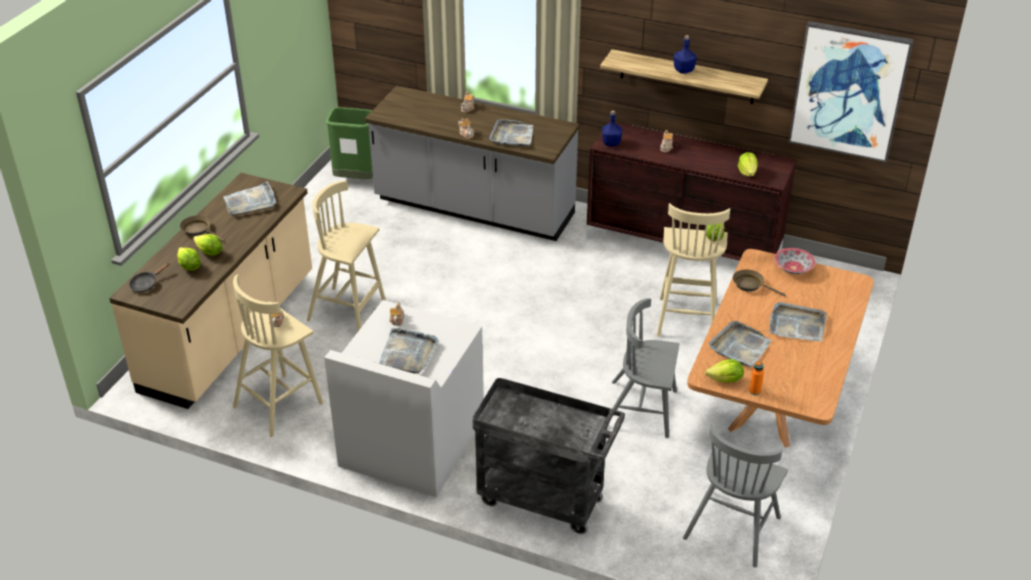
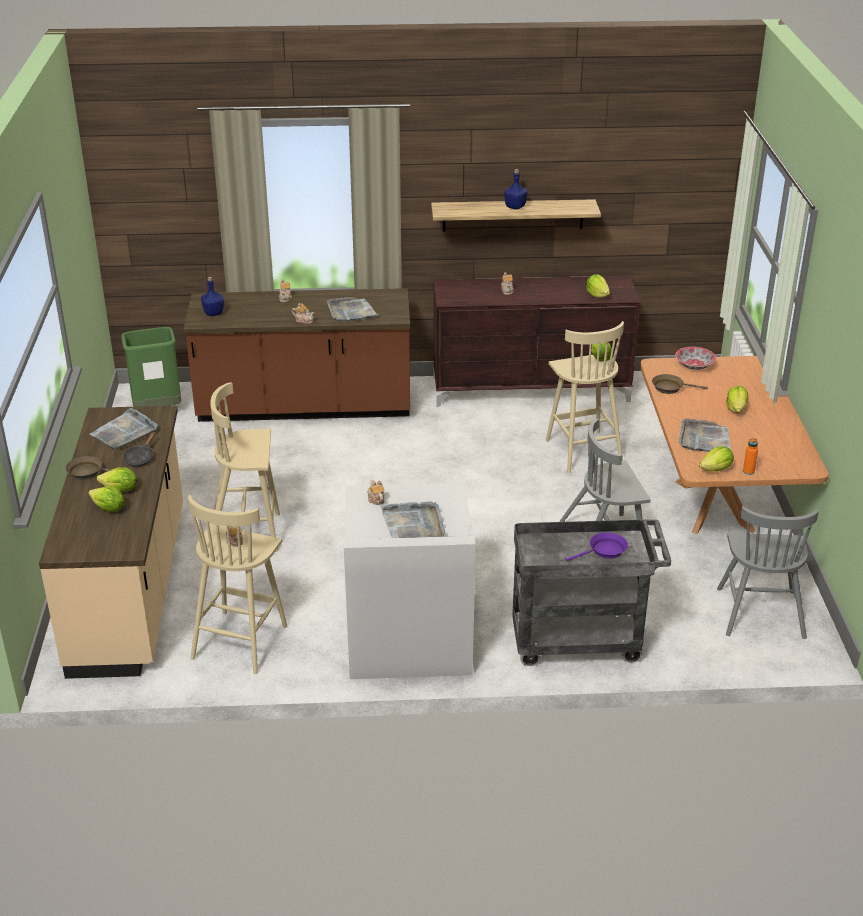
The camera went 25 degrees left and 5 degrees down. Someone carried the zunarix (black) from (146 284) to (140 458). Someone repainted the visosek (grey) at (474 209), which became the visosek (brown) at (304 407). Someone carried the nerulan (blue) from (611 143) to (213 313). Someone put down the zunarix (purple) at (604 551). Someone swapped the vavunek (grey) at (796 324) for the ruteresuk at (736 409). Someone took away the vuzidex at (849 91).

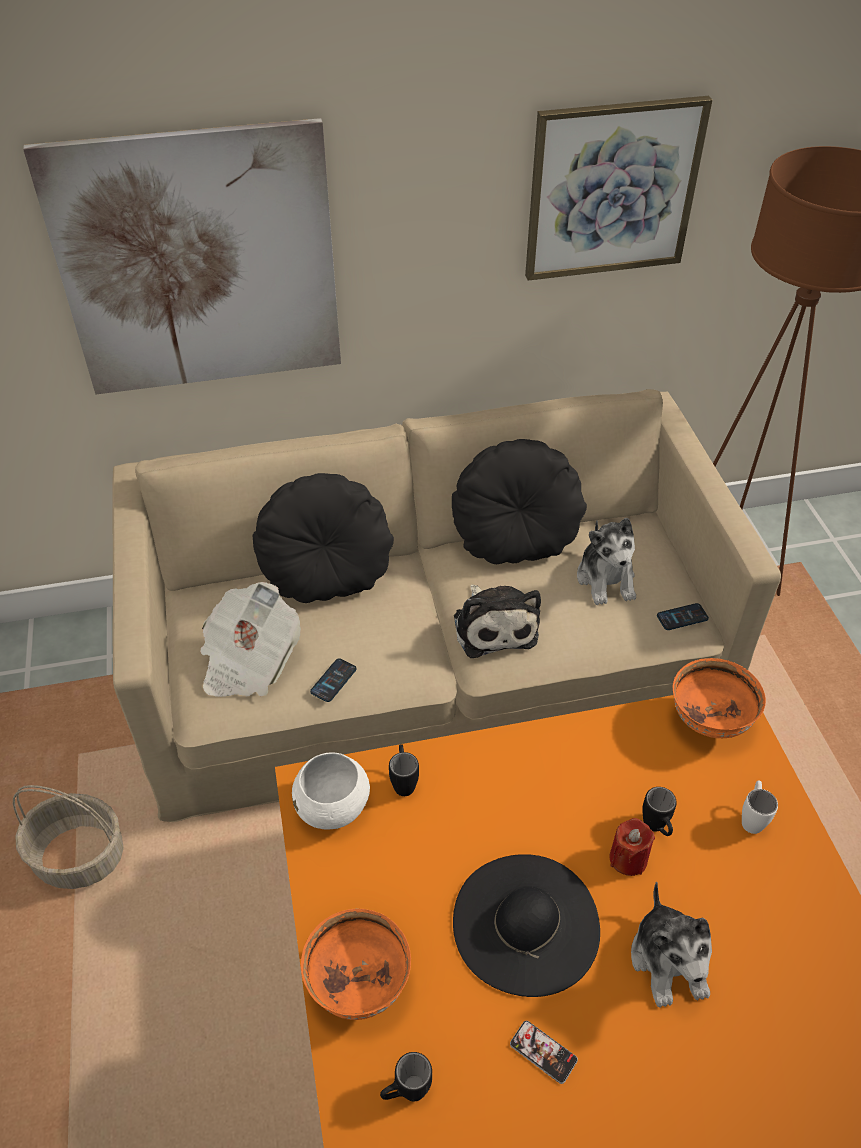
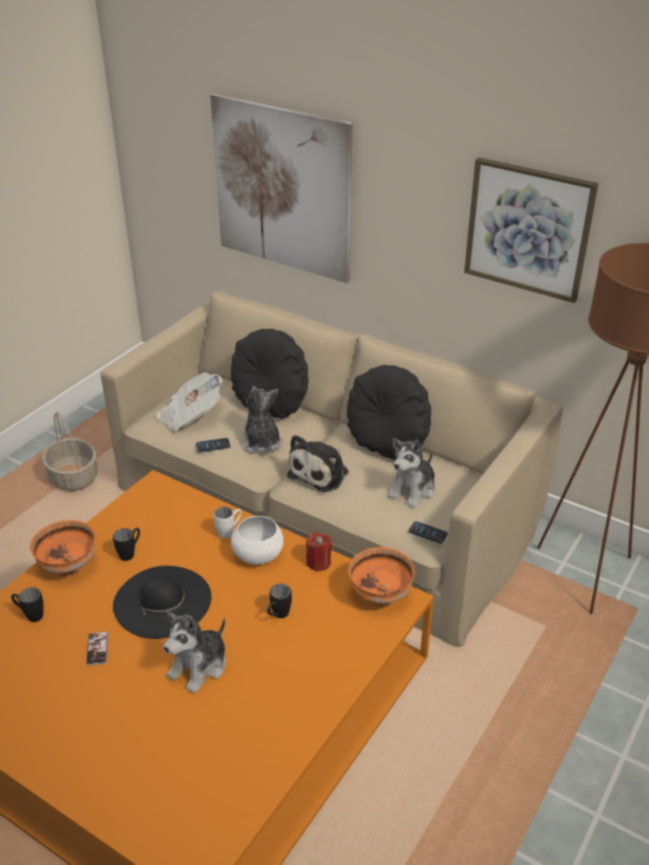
The camera went 45 degrees right and 10 degrees down. Someone carried the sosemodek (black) from (403 781) to (130 553). Someone carried the sosemodek (white) from (751 817) to (229 532). Someone carried the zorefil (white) from (333 807) to (258 555). Someone put down the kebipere at (261 442). Someone carried the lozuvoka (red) from (628 858) to (318 562).

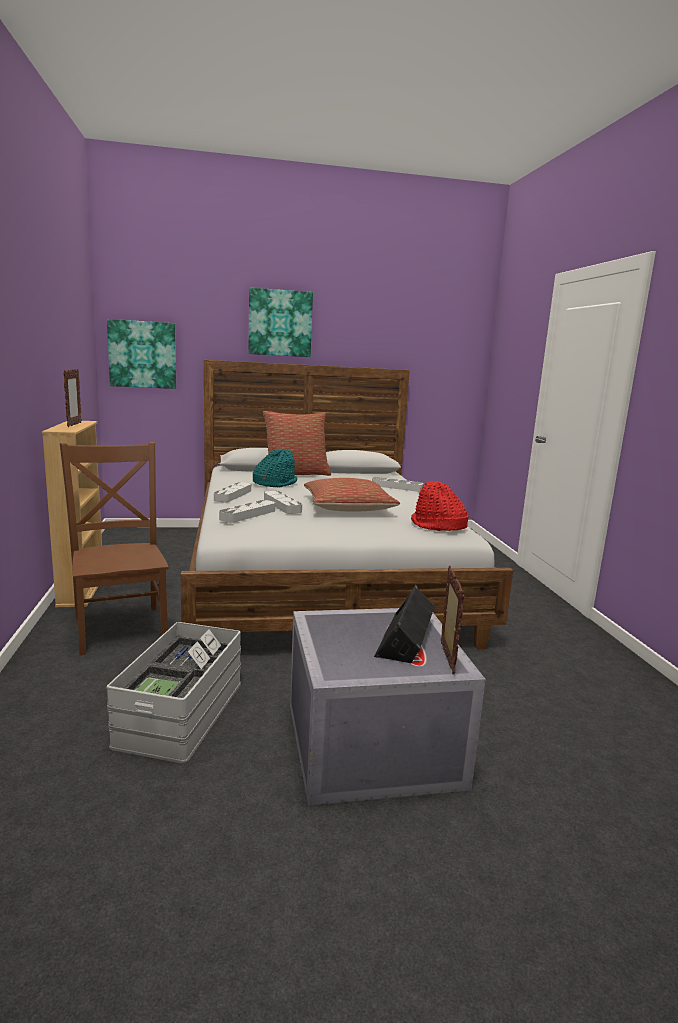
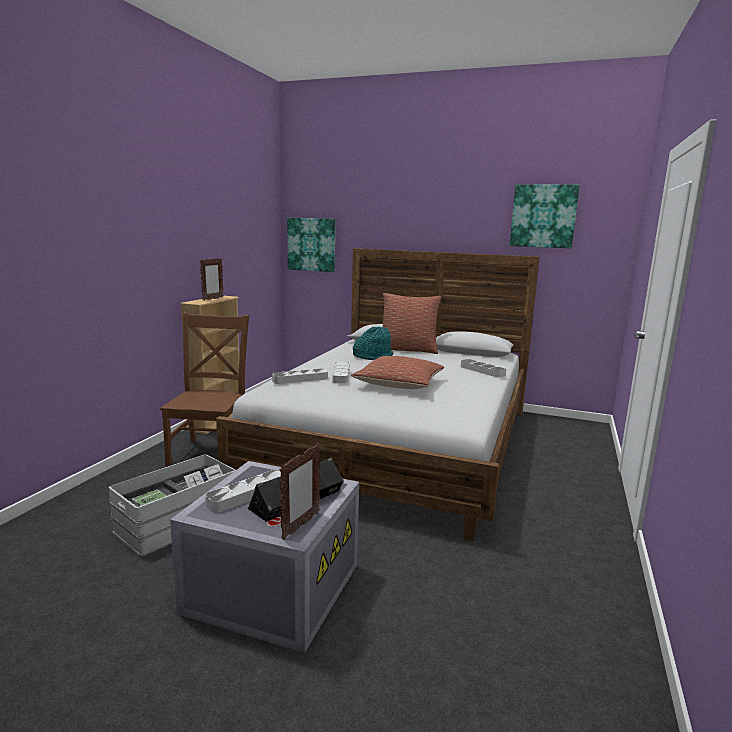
The camera went 30 degrees right and 0 degrees up. Someone carried the vavunek (grey) from (233 495) to (247 495). Someone carried the vuzidex from (280 323) to (543 216). Someone took away the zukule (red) at (437 526).

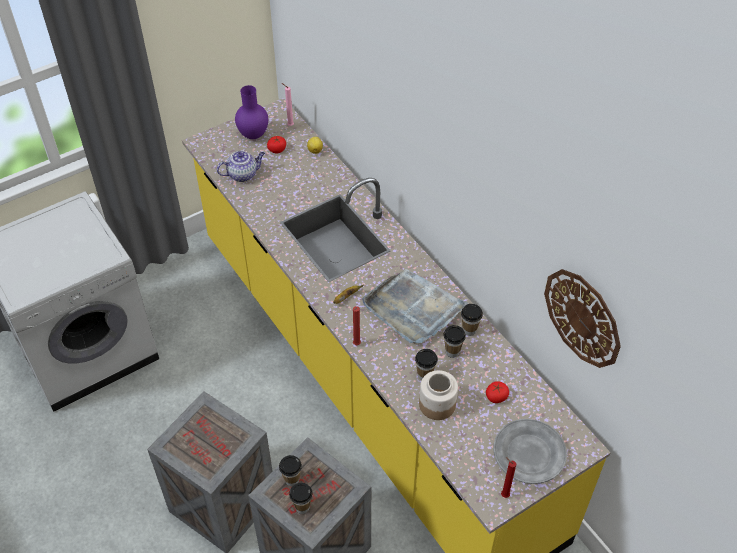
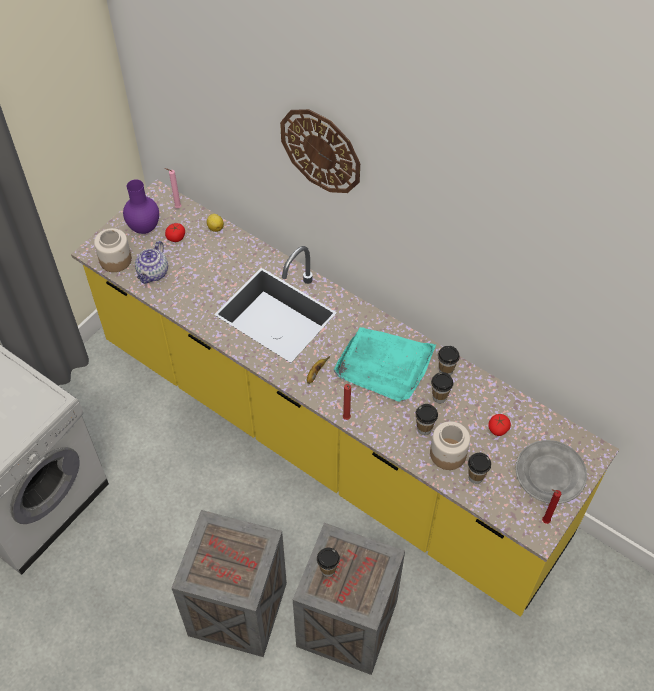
The camera went 20 degrees left and 5 degrees up. Someone put down the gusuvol at (115 259). Someone rotated the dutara at (243 174) by 150 degrees clockwise. Someone carried the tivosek from (582 317) to (321 150). Someone repainted the vavunek (grey) at (413 309), which became the vavunek (turquoise) at (384 365). Someone carried the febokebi from (302 507) to (475 477).

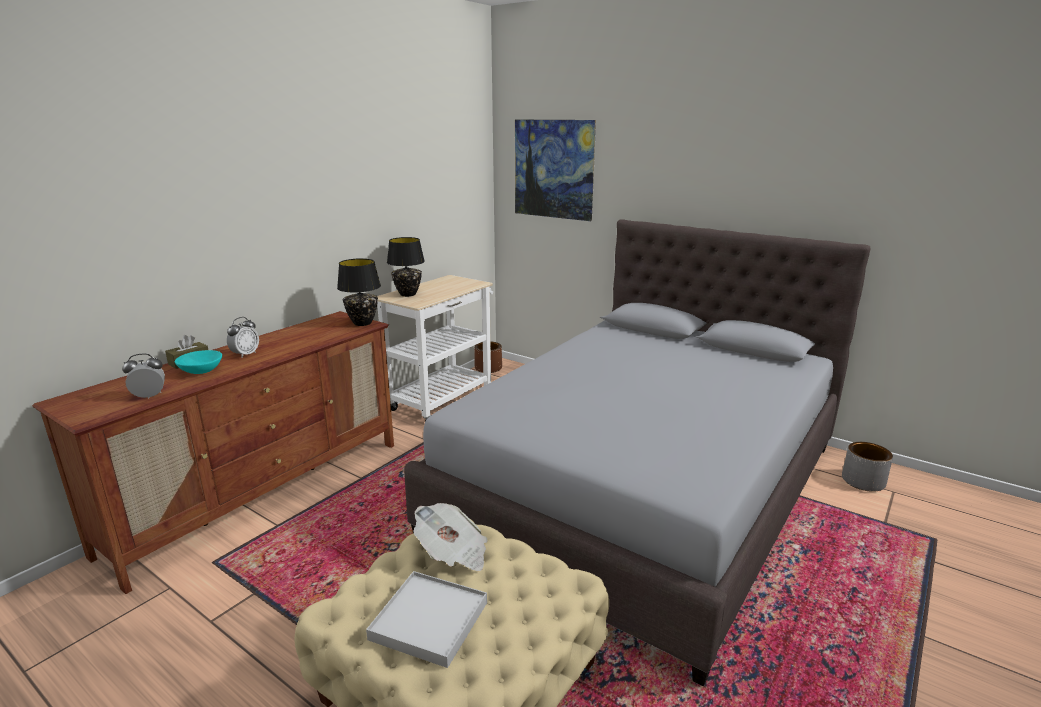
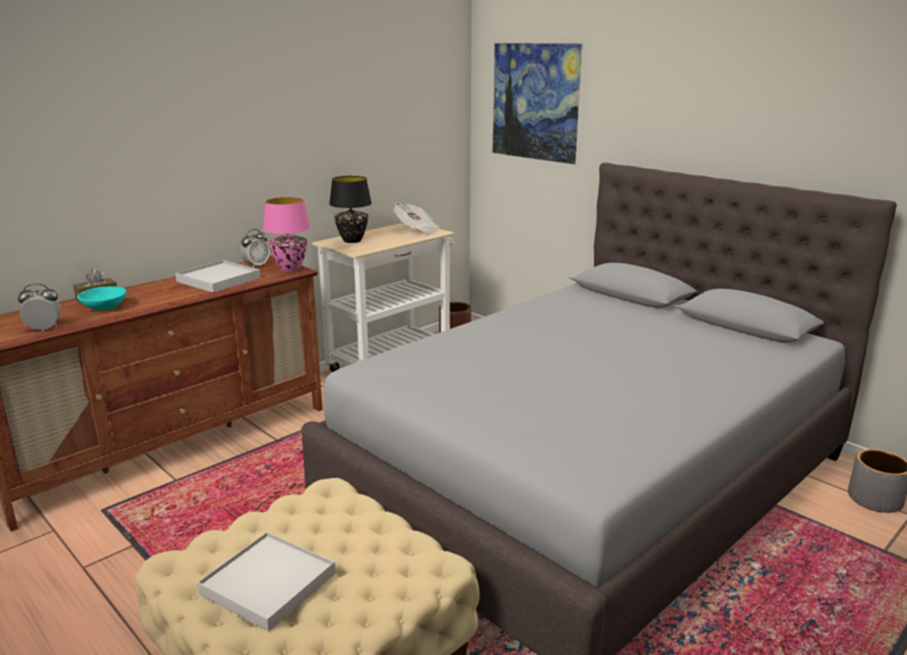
The camera went 10 degrees right and 0 degrees up. Someone put down the vavunek (white) at (218 279). Someone carried the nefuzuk from (245 354) to (256 266). Someone repainted the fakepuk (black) at (362 323), which became the fakepuk (pink) at (290 269). Someone carried the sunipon from (453 553) to (416 231).

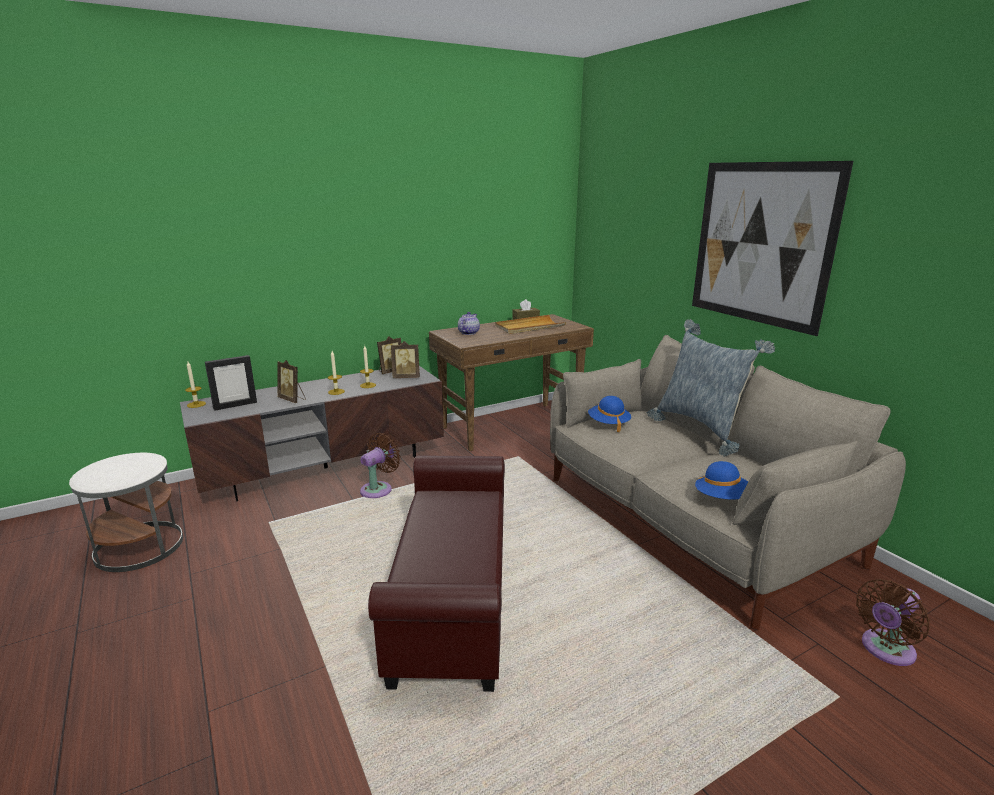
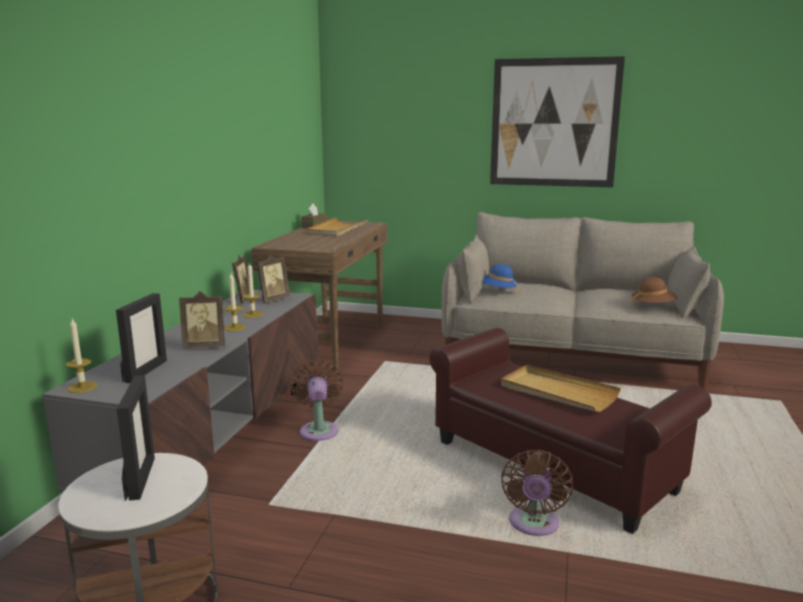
The camera went 45 degrees left and 5 degrees down. Someone put down the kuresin at (140 478). Someone put down the vavunek (beige) at (557 392). Someone carried the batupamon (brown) from (885 650) to (533 525). Someone repainted the zukule (blue) at (722 498), which became the zukule (brown) at (653 306). Someone took away the dutara at (468 333). Someone took away the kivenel at (700 434).

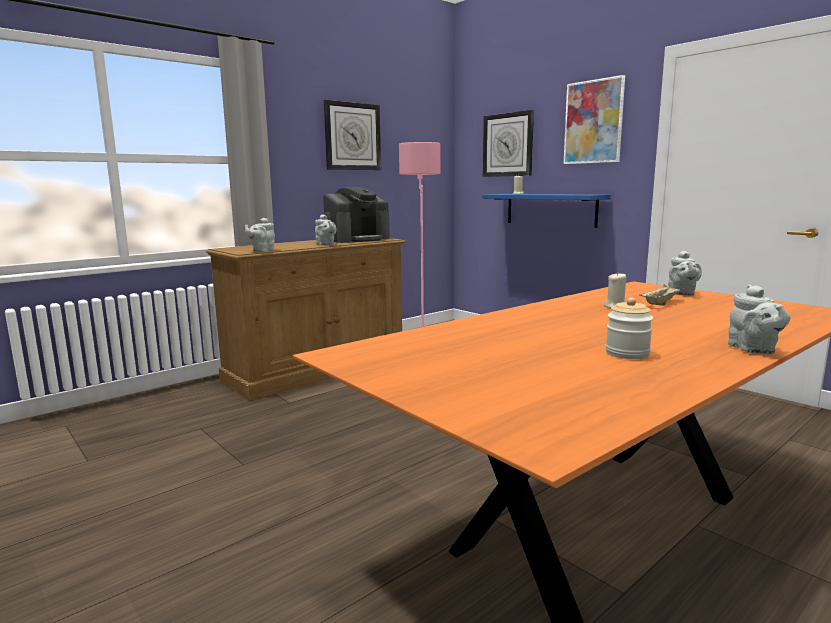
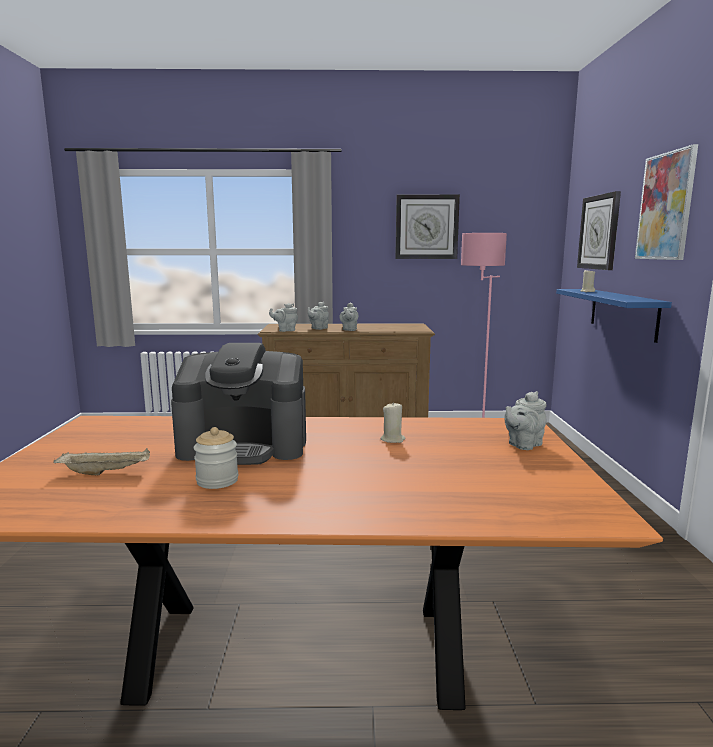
The camera went 40 degrees right and 0 degrees up. Someone carried the vavunek (beige) from (661 303) to (107 472). Someone carried the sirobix from (357 239) to (245 446). Someone carried the dutara (grey) from (753 350) to (318 328).

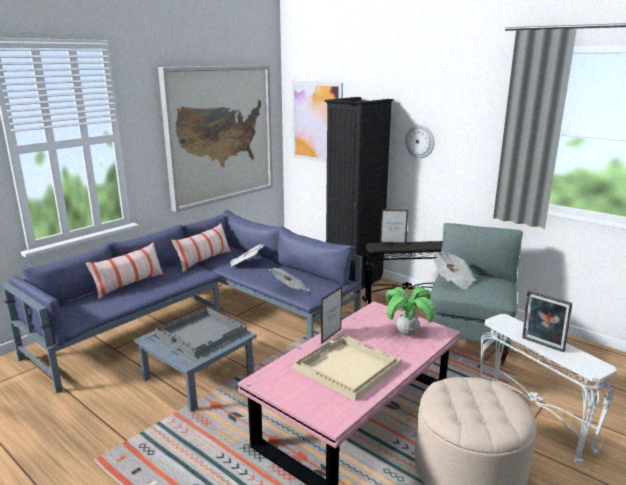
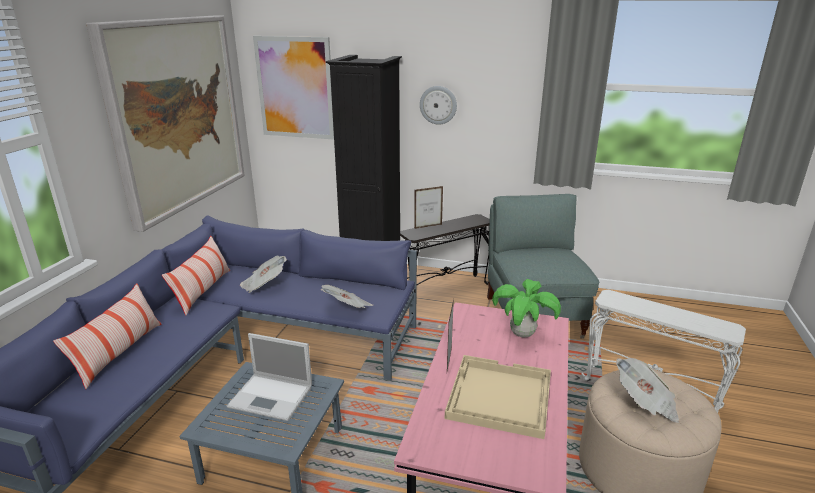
The camera went 25 degrees left and 5 degrees up. Someone swapped the vavunek (grey) at (202 333) for the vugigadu at (272 397). Someone carried the sunipon from (453 281) to (645 403). Someone took away the kuresin at (541 345).

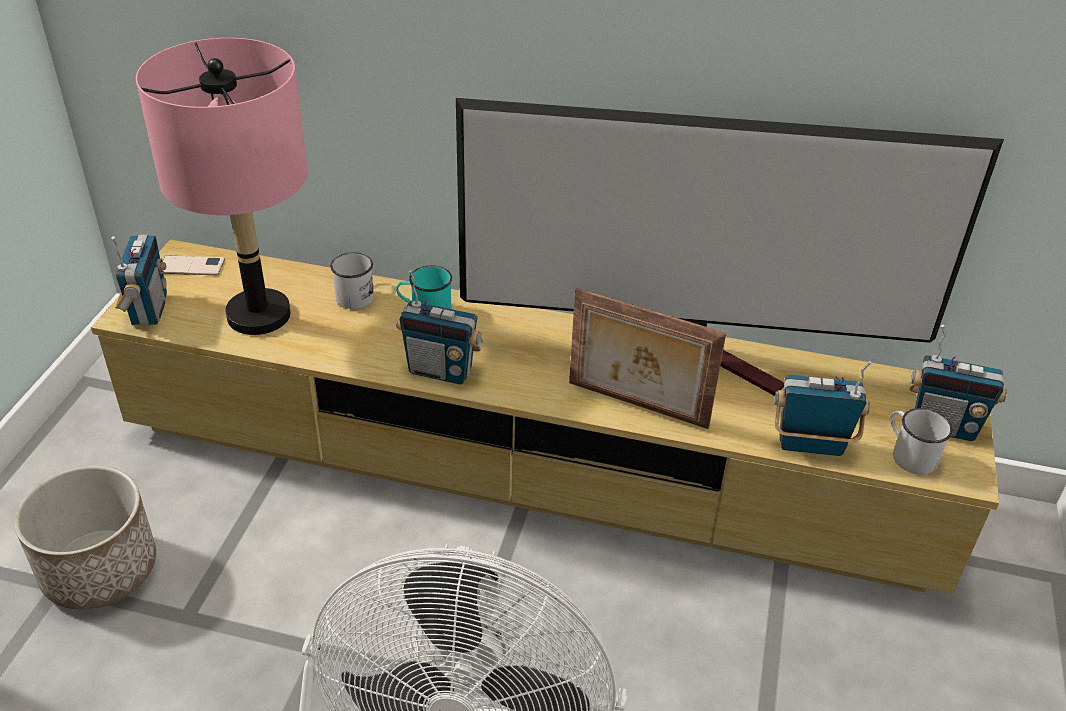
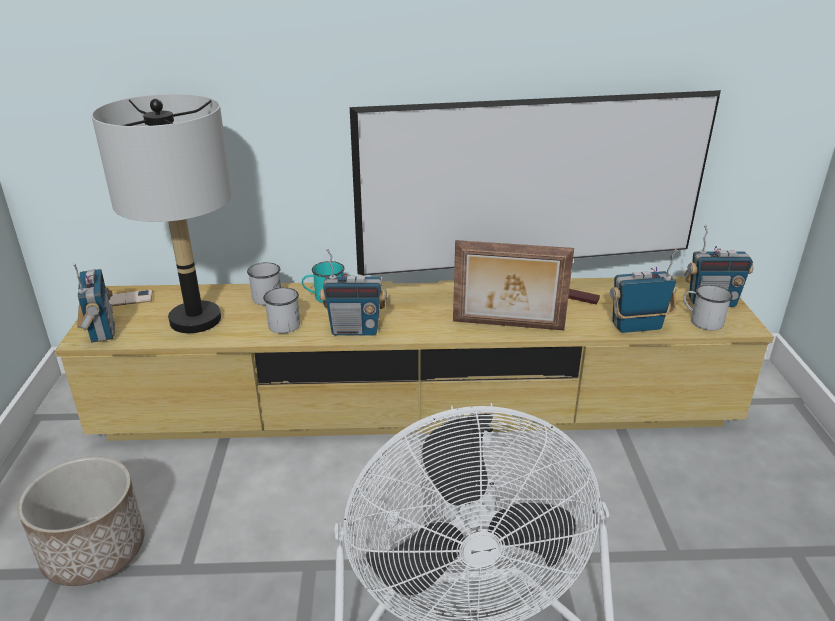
The camera went 15 degrees left and 10 degrees down. Someone repainted the fakepuk (pink) at (258 315), which became the fakepuk (grey) at (195 320). Someone put down the sosemodek (white) at (283 322).

